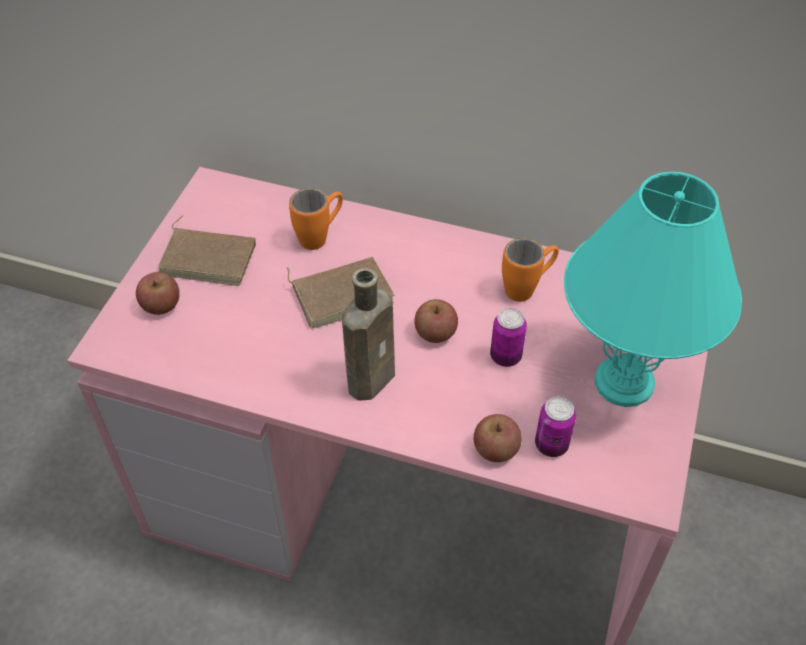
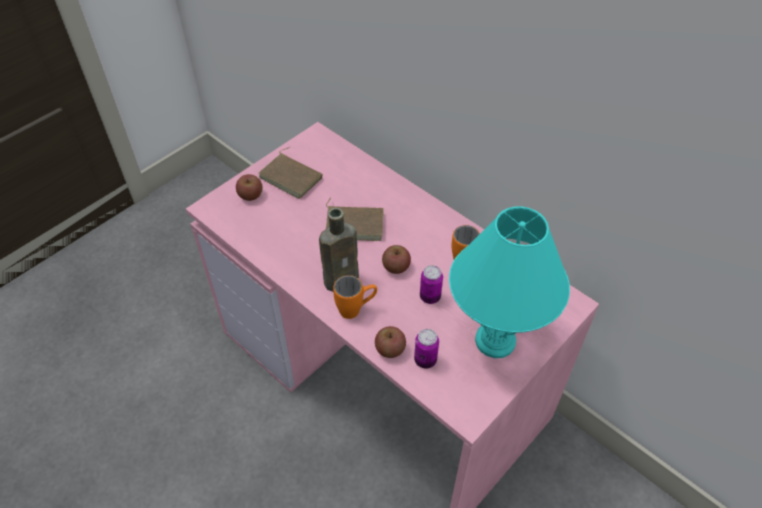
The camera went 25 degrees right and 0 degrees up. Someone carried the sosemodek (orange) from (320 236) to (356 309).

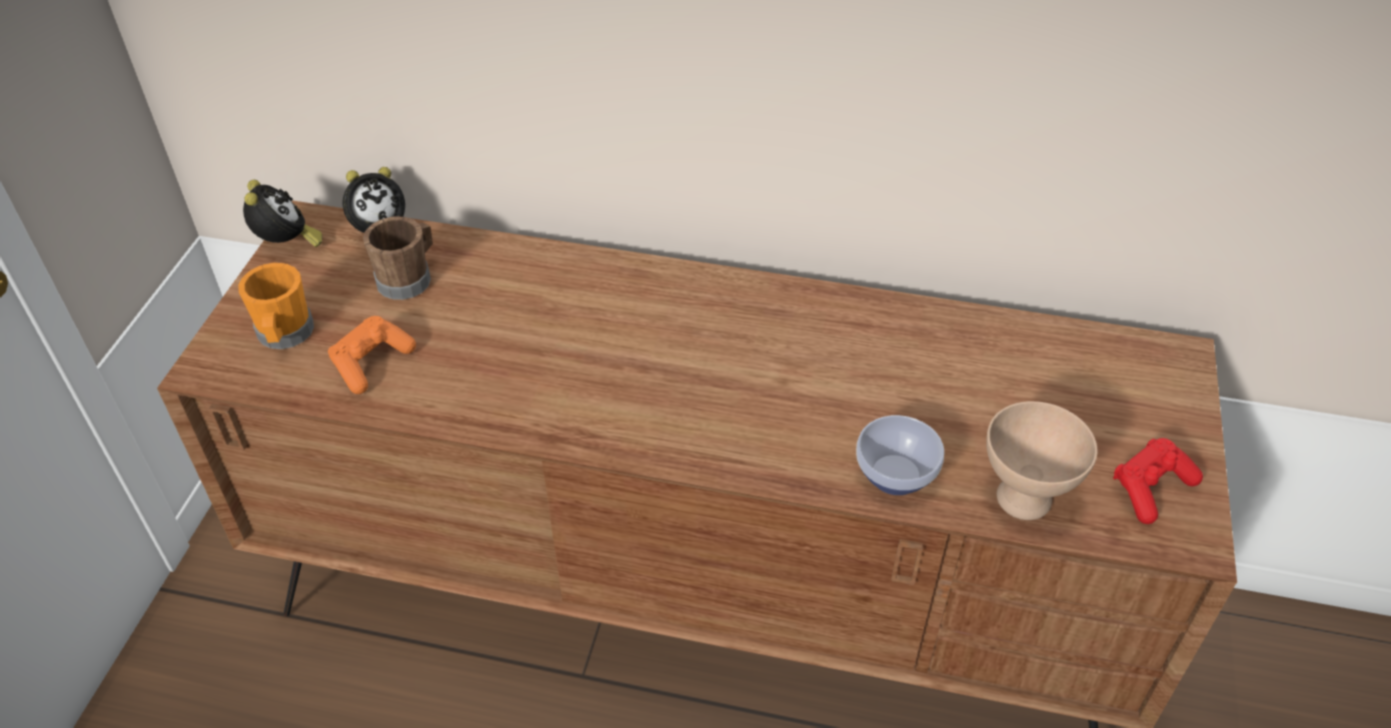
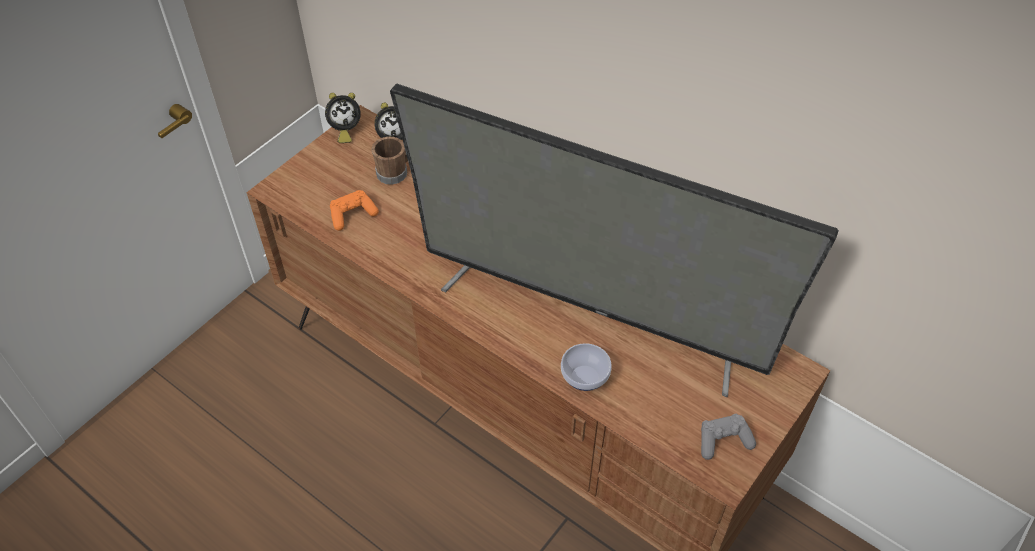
The camera went 25 degrees right and 5 degrees up. Someone rotated the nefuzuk at (287 244) by 60 degrees clockwise. Someone put down the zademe at (590 314). Someone repainted the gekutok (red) at (1150 488), which became the gekutok (grey) at (723 441). Someone took away the sosemodek (orange) at (284 335). Someone took away the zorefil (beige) at (1024 500).

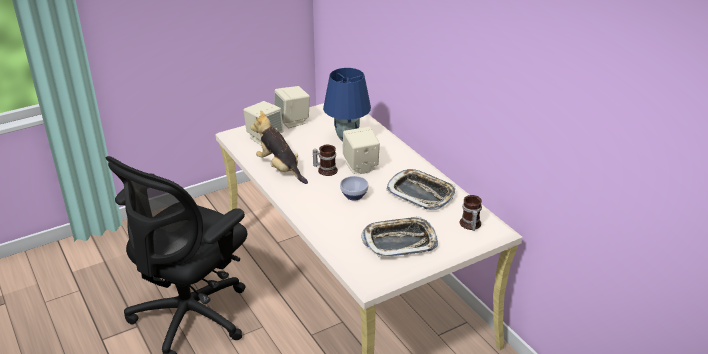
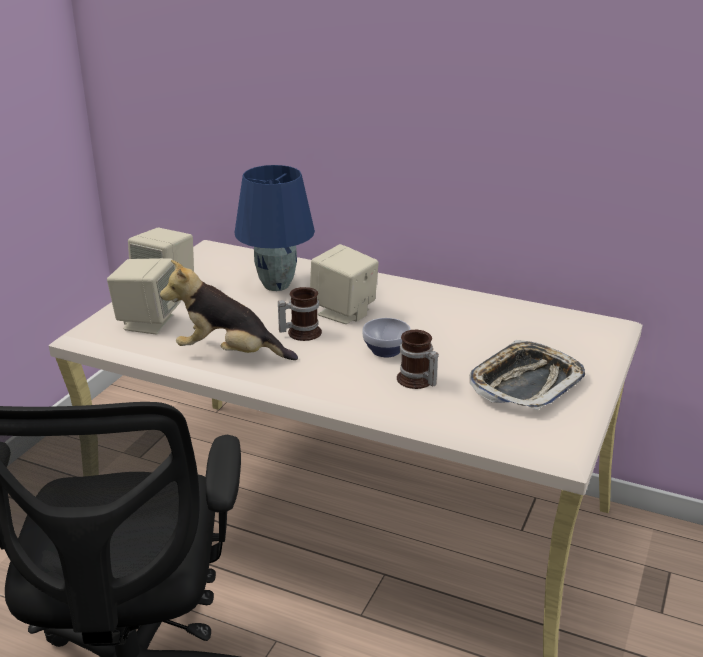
The camera went 35 degrees left and 5 degrees down. Someone carried the sosemodek from (469 224) to (416 381). Someone took away the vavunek at (421 193).

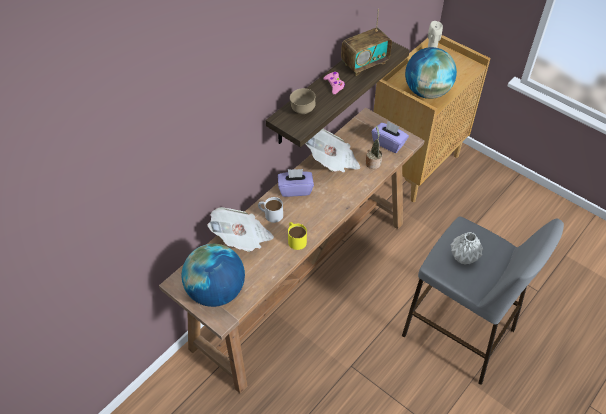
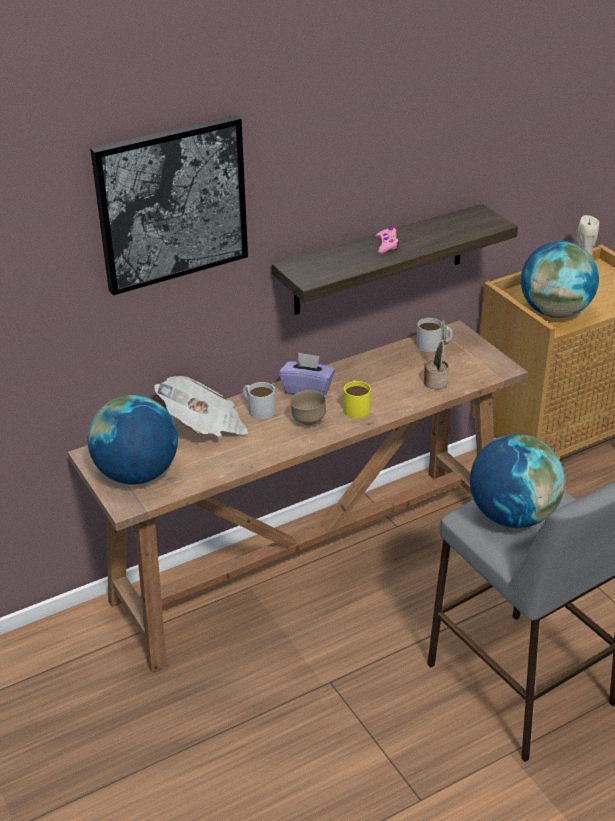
The camera went 20 degrees right and 15 degrees down. Someone put up the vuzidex at (171 203). Someone carried the zorefil (brown) from (302 111) to (308 421). Someone carried the sosemodek (yellow) from (295 239) to (356 406). Someone put down the sosemodek (white) at (434 345). Someone swapped the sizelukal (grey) at (463 257) for the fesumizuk at (512 516). Someone took away the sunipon at (332 161). Someone took away the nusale at (364 64). Someone took away the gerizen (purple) at (389 143).

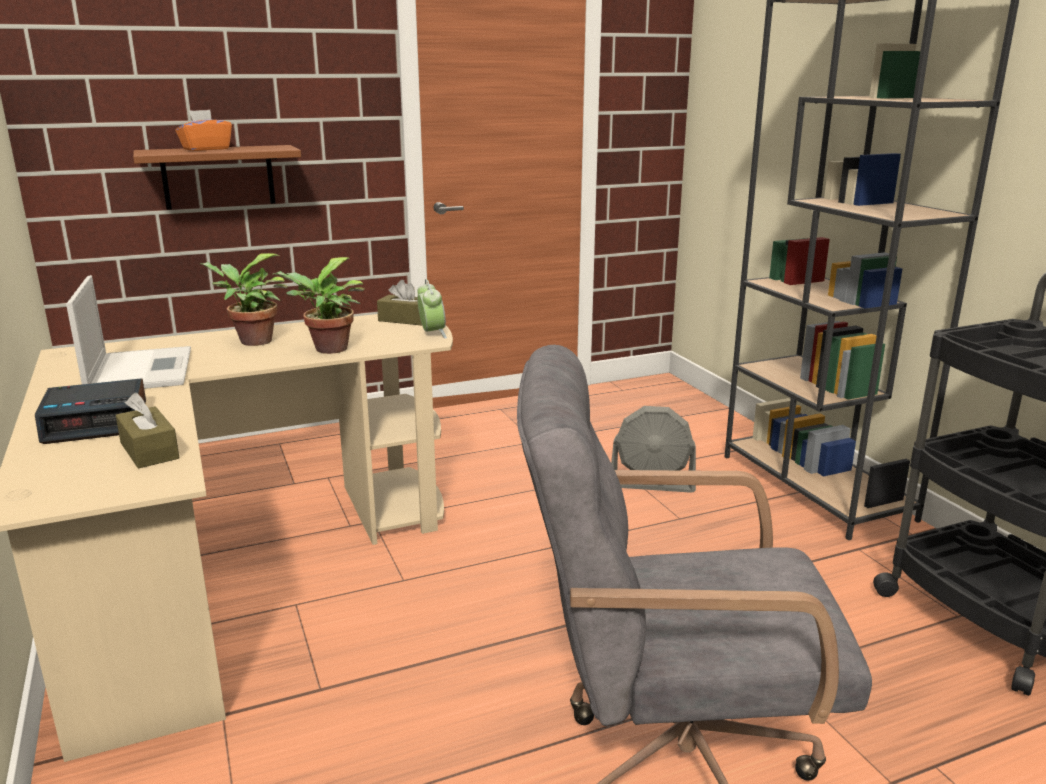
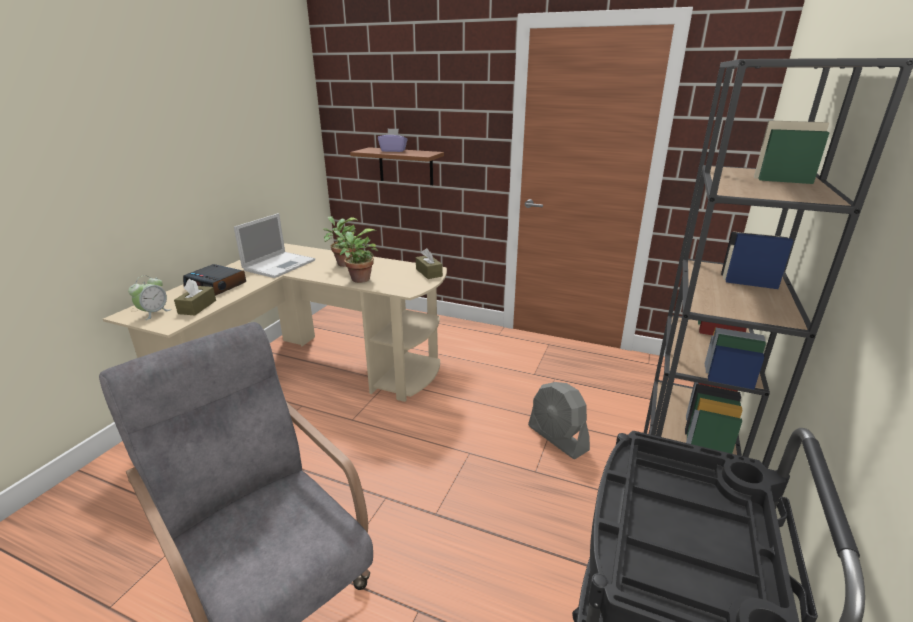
The camera went 45 degrees right and 5 degrees up. Someone carried the nefuzuk from (432 334) to (154 313). Someone repainted the gerizen (orange) at (206 149), which became the gerizen (purple) at (393 150).

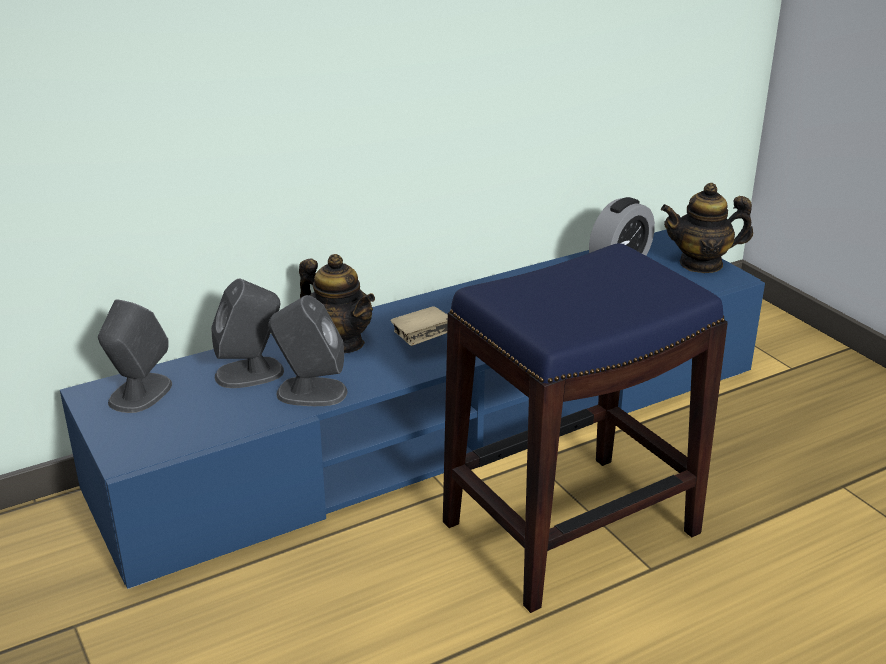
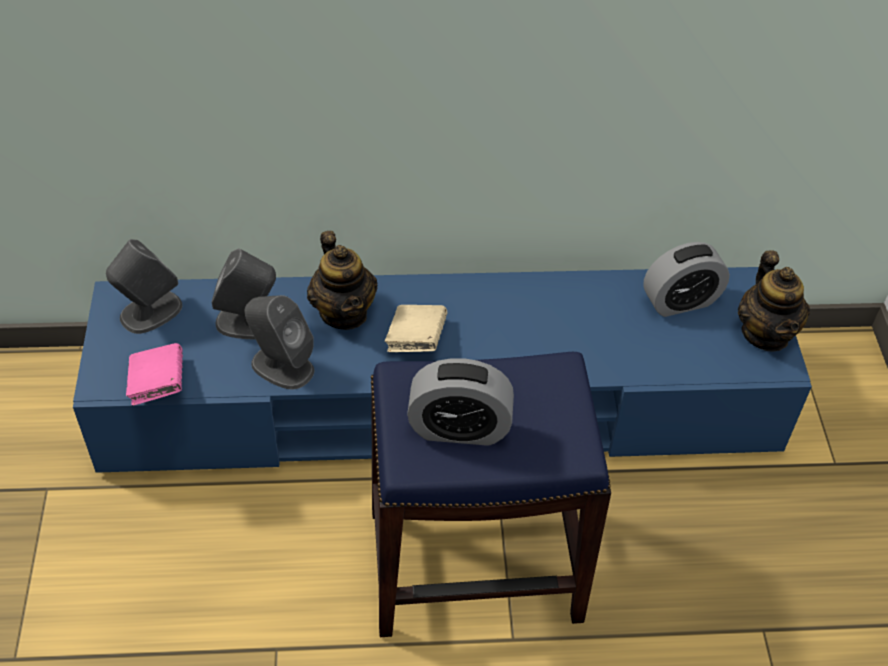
The camera went 25 degrees right and 20 degrees up. Someone put down the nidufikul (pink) at (158 386). Someone put down the nefuzuk at (459 428). Someone rotated the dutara at (701 263) by 120 degrees counterclockwise.

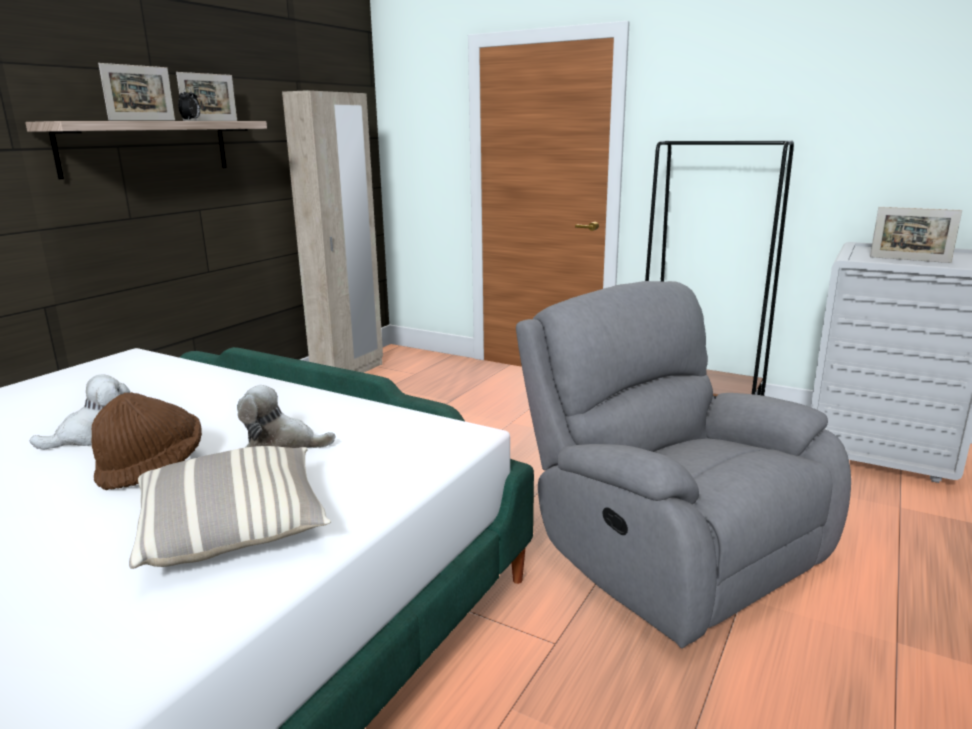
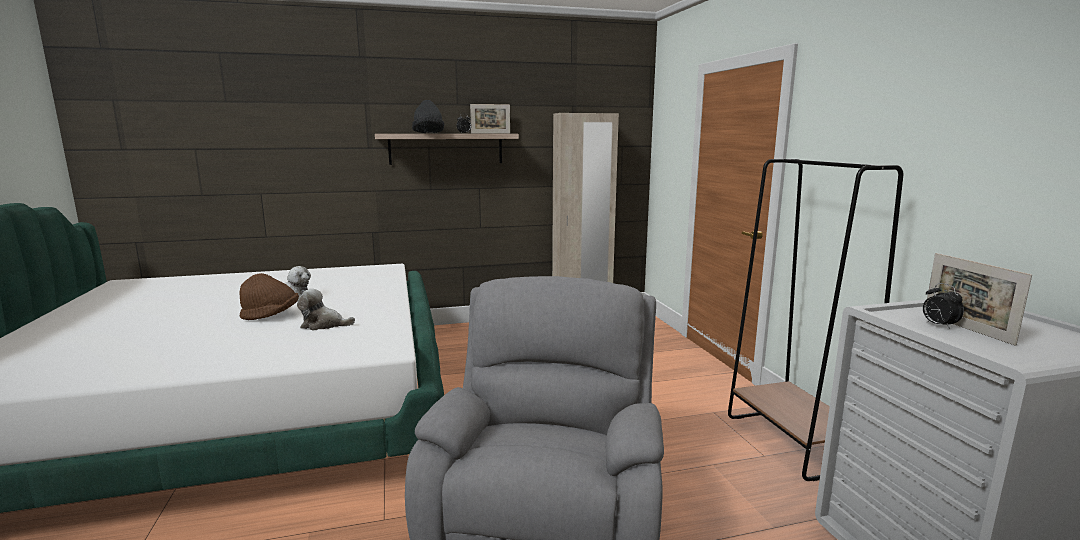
The camera went 45 degrees right and 5 degrees down. Someone rotated the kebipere at (282 445) by 45 degrees counterclockwise. Someone swapped the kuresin at (143 120) for the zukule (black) at (428 133). Someone put down the nefuzuk at (938 325). Someone took away the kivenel at (234 528).

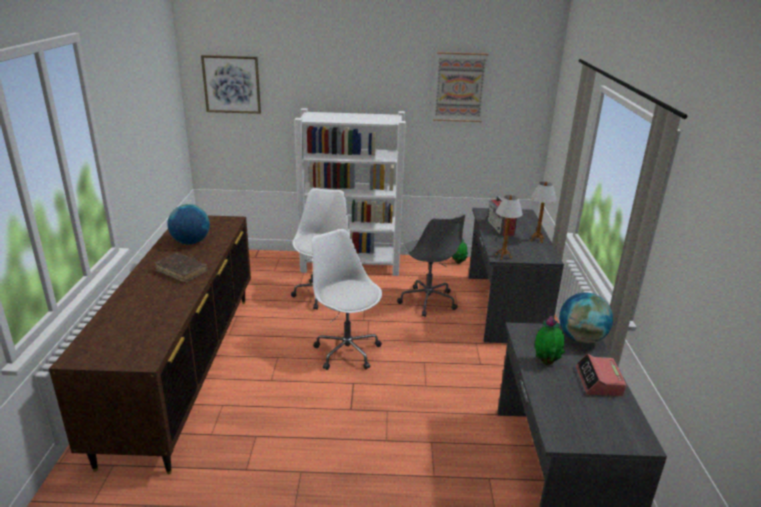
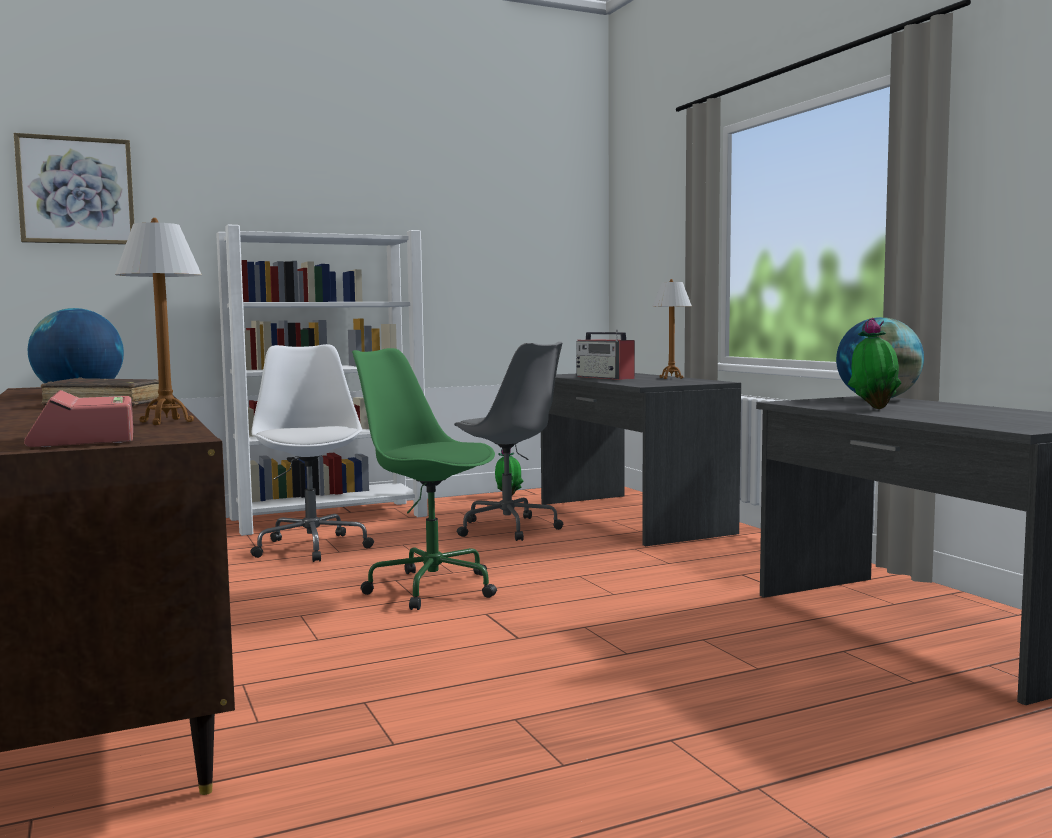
The camera went 25 degrees left and 20 degrees down. Someone carried the nefuzuk from (599 382) to (83 439). Someone carried the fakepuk from (503 256) to (167 422). Someone repainted the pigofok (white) at (346 351), which became the pigofok (green) at (429 588). Someone took away the vuzidex at (459 87).

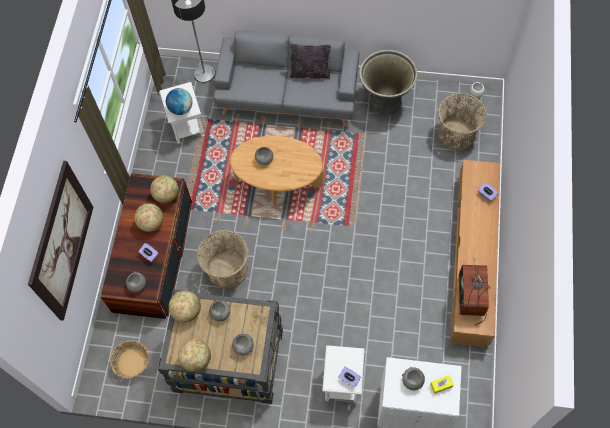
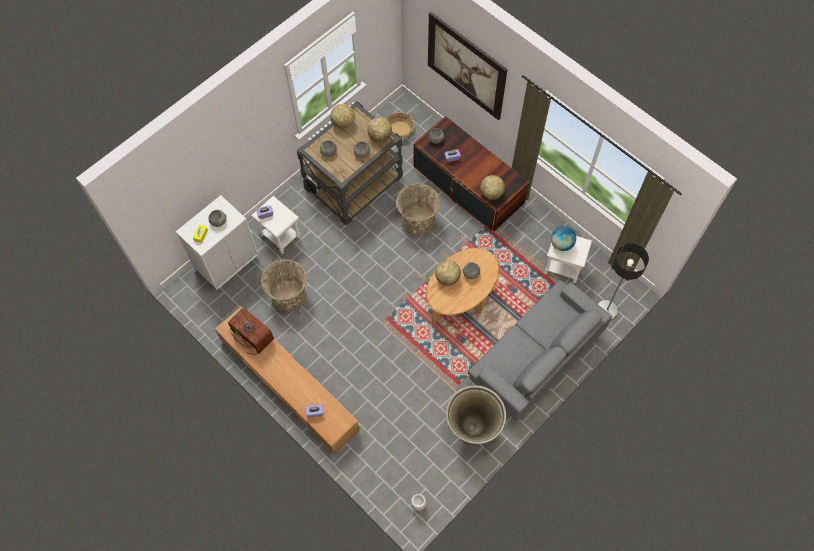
The camera went 125 degrees right and 0 degrees up. Someone carried the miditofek from (456 134) to (288 295). Someone carried the fesumizuk from (151 223) to (447 278). Someone took away the kivenel (black) at (310 73).

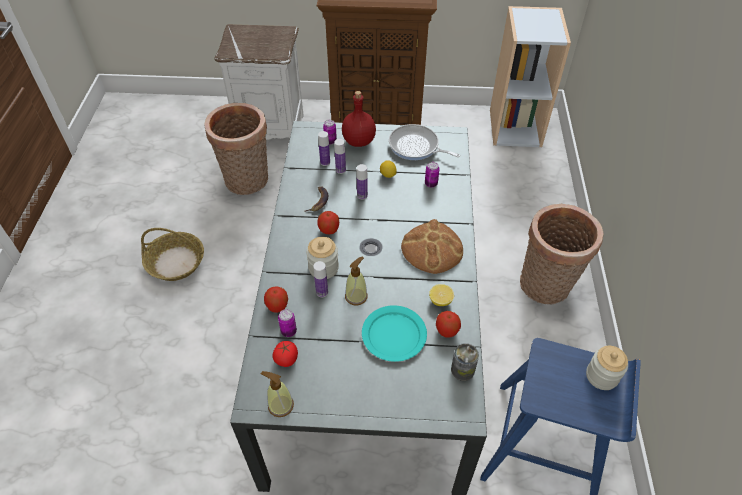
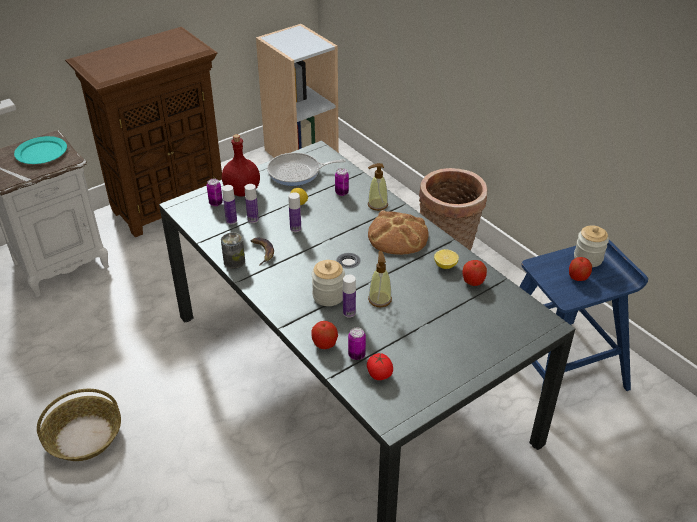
The camera went 40 degrees left and 10 degrees down. Someone carried the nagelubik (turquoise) from (394 335) to (42 153). Someone carried the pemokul from (462 370) to (234 261). Someone carried the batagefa from (280 405) to (377 205). Someone carried the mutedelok from (329 230) to (577 277). Someone took away the miditofek at (247 182).

